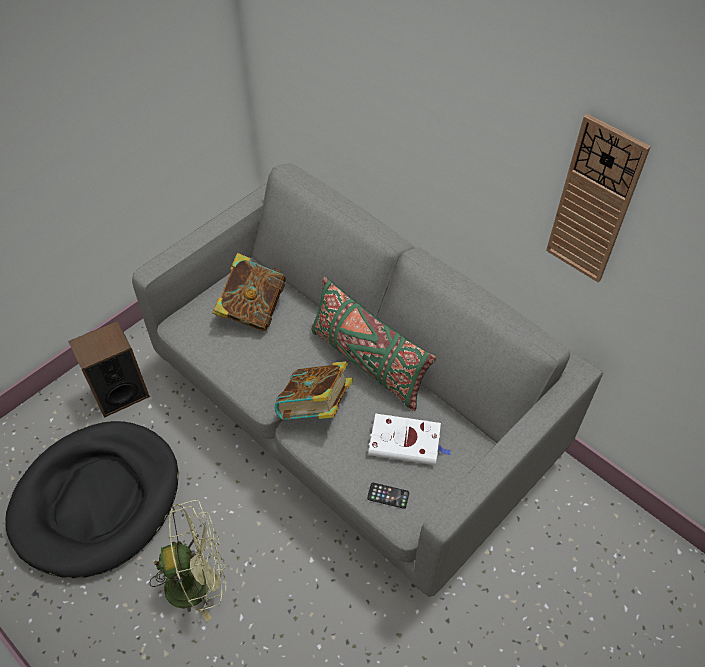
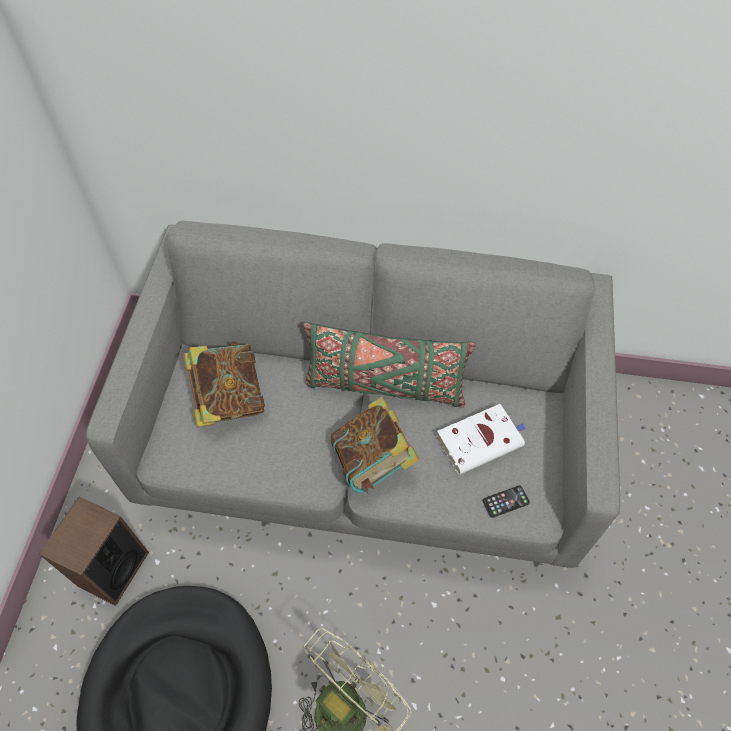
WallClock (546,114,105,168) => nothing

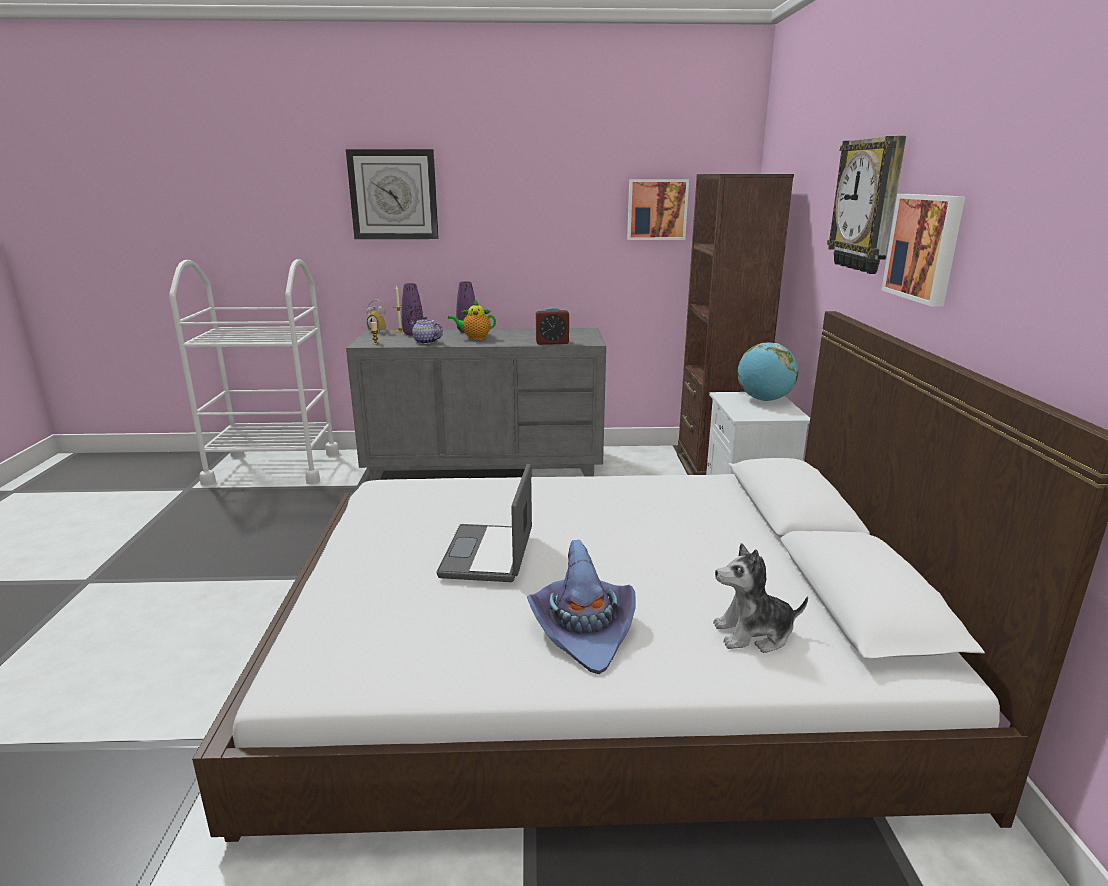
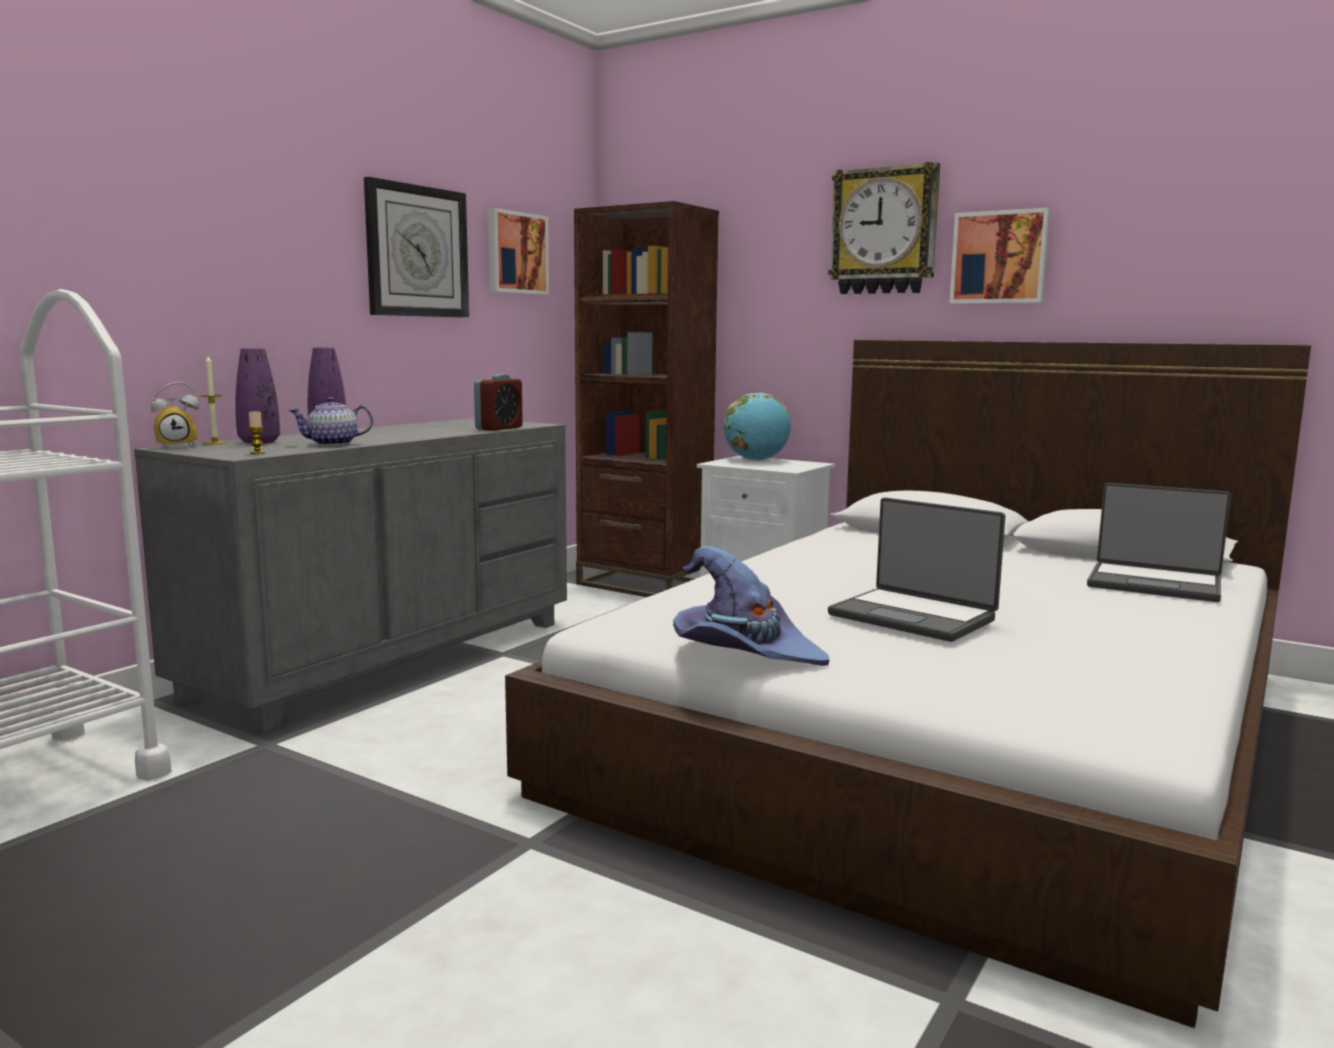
WallClock (346,149,93,90) => WallClock (364,177,105,141), moved
Teapot (448,300,48,40) => nothing
PurpleHat (527,540,109,134) => PurpleHat (673,546,157,120), moved
PlushToy (713,543,95,110) => Laptop (1087,483,144,119)

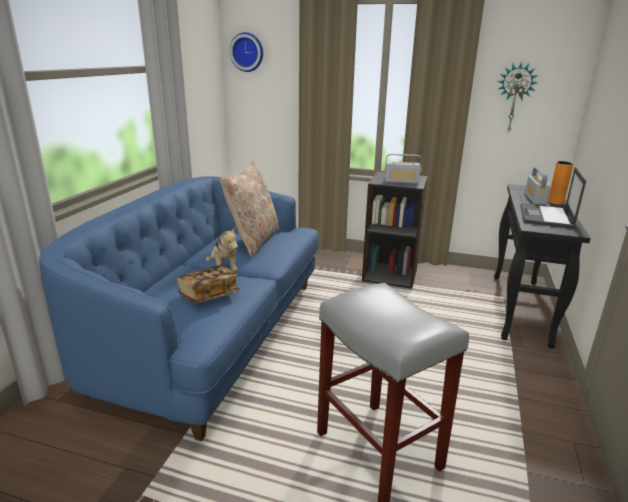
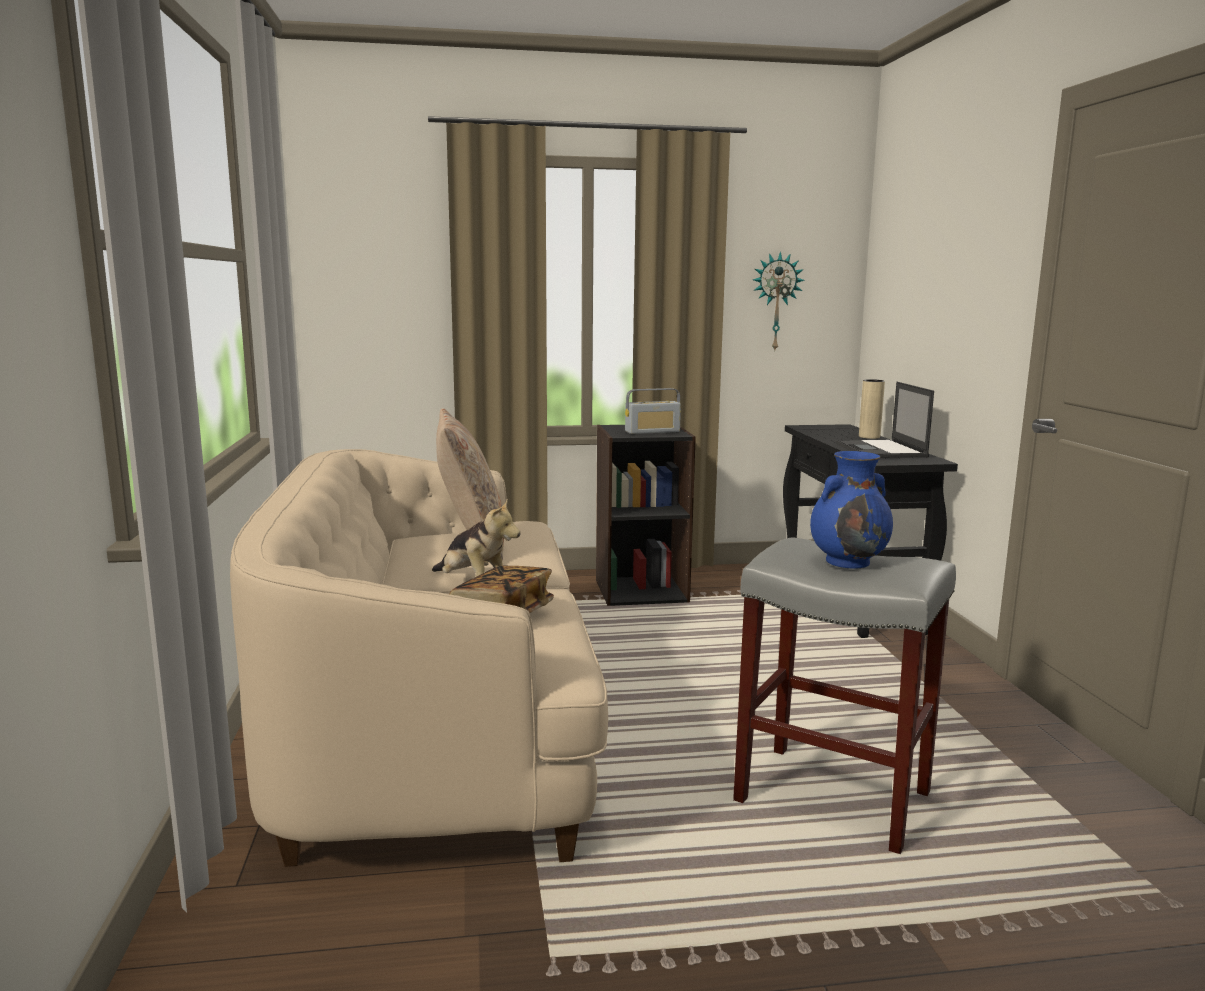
BlueSofa (39,176,280,265) => BeigeSofa (230,449,378,418)
WallClock (230,32,33,40) => nothing
Radio (525,167,25,38) => nothing
OrangeVase (548,161,25,43) => BeigeVase (859,379,26,60)
nothing => BlueVase (810,451,83,118)

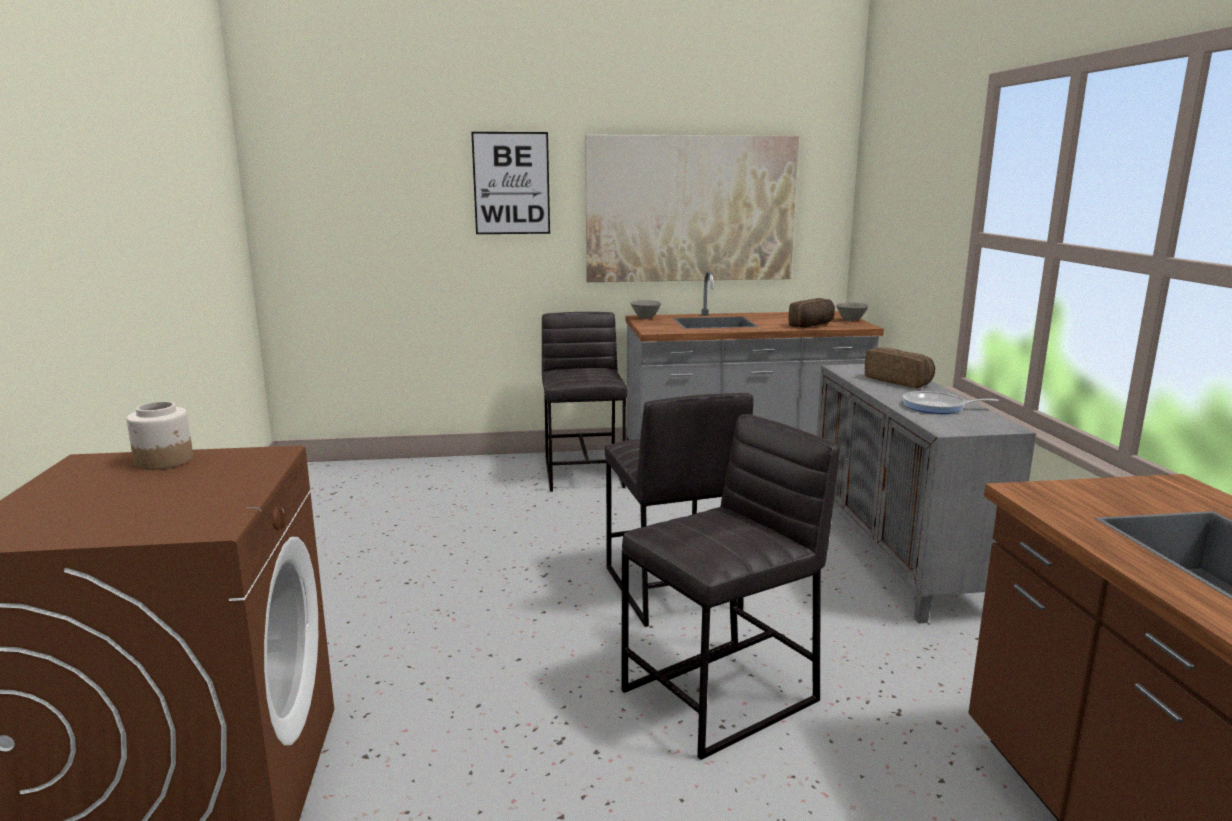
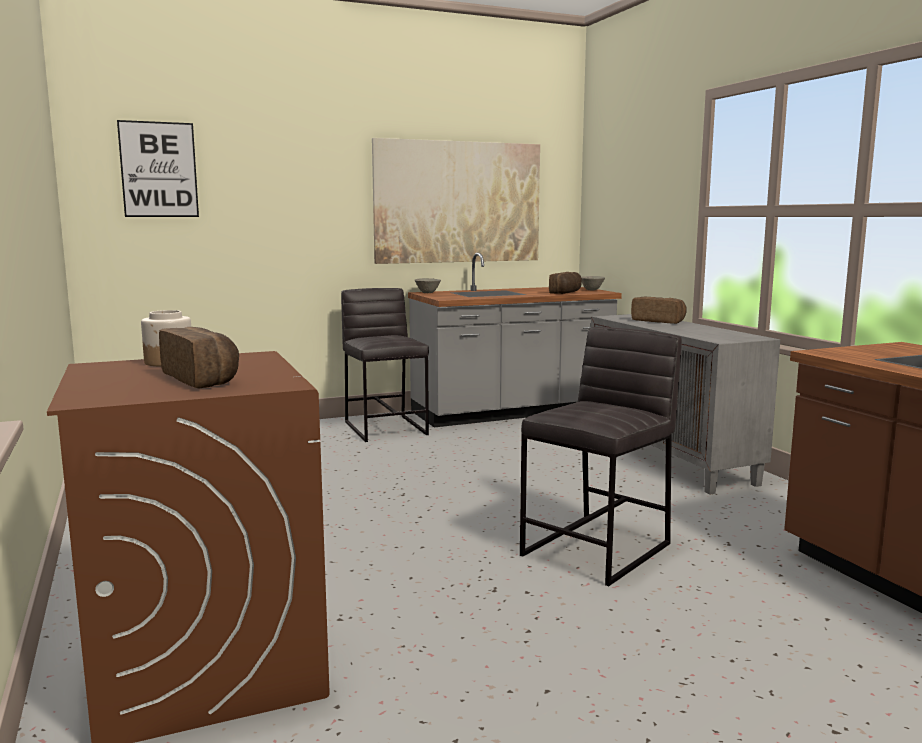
Picture (471,132,79,102) => Picture (117,120,82,97), moved
GreyStool (605,393,148,234) => nothing
FryingPan (903,391,96,23) => nothing
nothing => Bread (159,327,80,61)

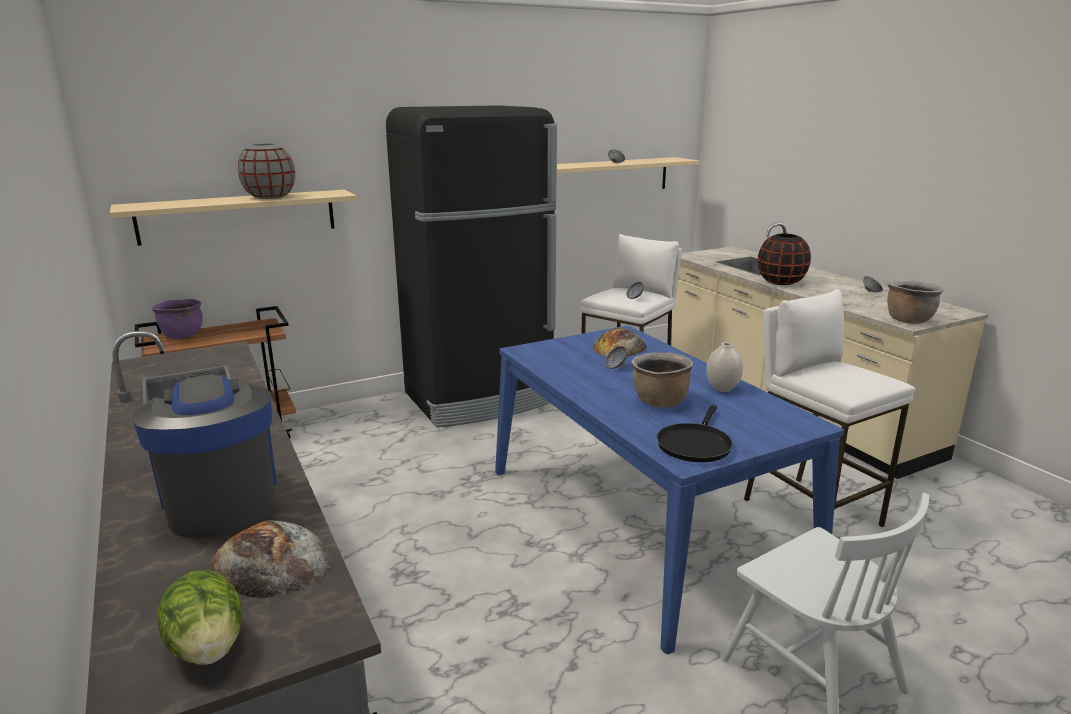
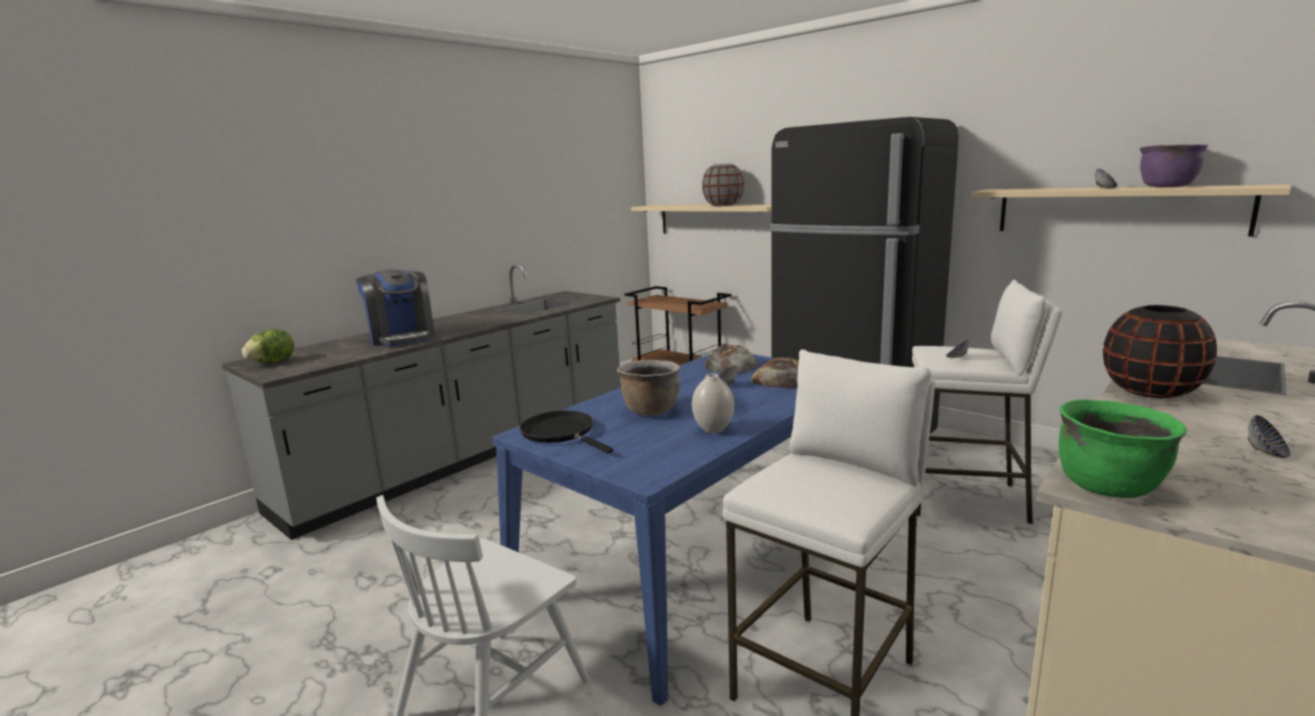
CoffeeMachine (132,372,145,165) => CoffeeMachine (356,269,79,77), 105 degrees clockwise
PurpleCookingPot (151,299,52,40) => PurpleCookingPot (1140,144,68,43), moved
Bread (211,520,121,79) => Bread (705,344,52,30), moved
BlackFryingPan (657,405,76,57) => BlackFryingPan (520,410,93,43), 45 degrees clockwise
BrownCookingPot (887,280,57,44) => GreenCookingPot (1059,399,128,99)

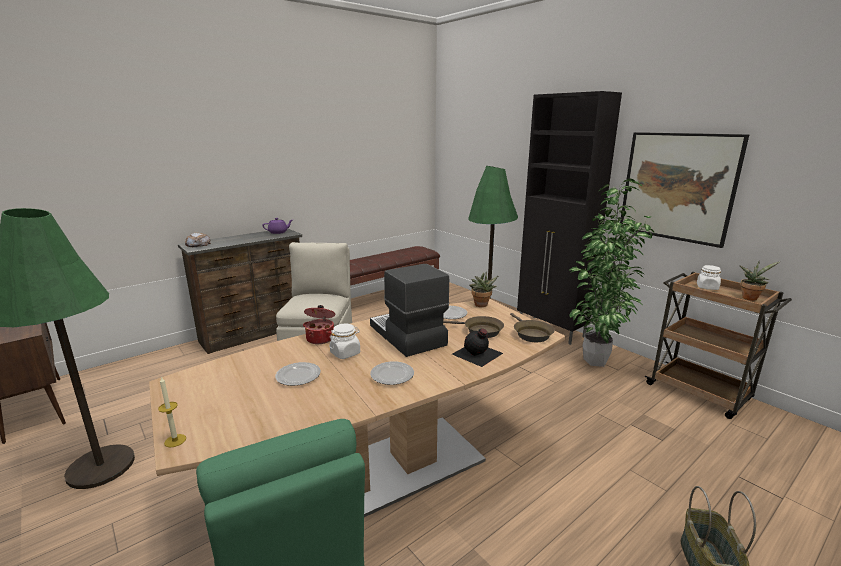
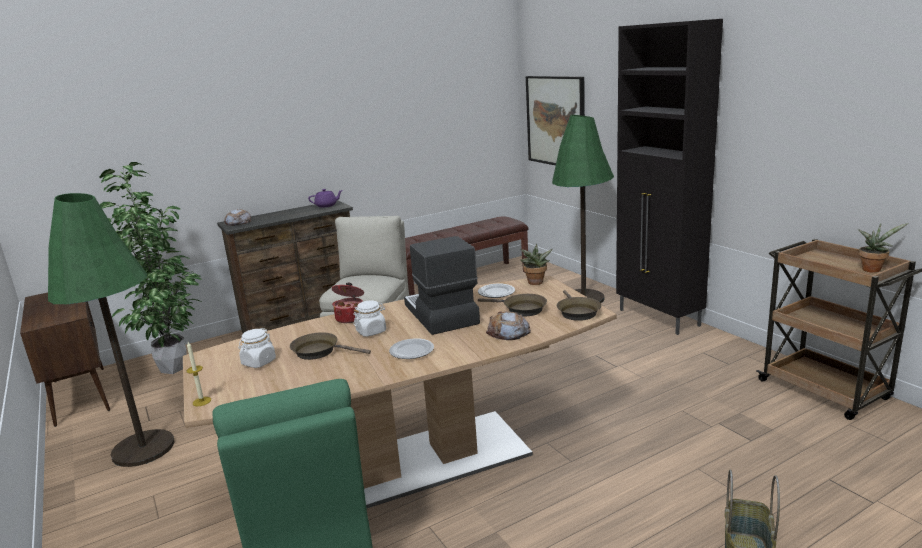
Plate (275,362,46,24) => BrownFryingPan (290,332,81,28)
BlackBottle (452,328,51,39) => Bread (486,311,45,29)
PottedPlant (570,179,85,188) => PottedPlant (99,162,103,212), moved
Picture (620,132,129,116) => Picture (526,76,59,89), moved
WhiteJar (697,265,24,25) => WhiteJar (238,328,38,40), moved

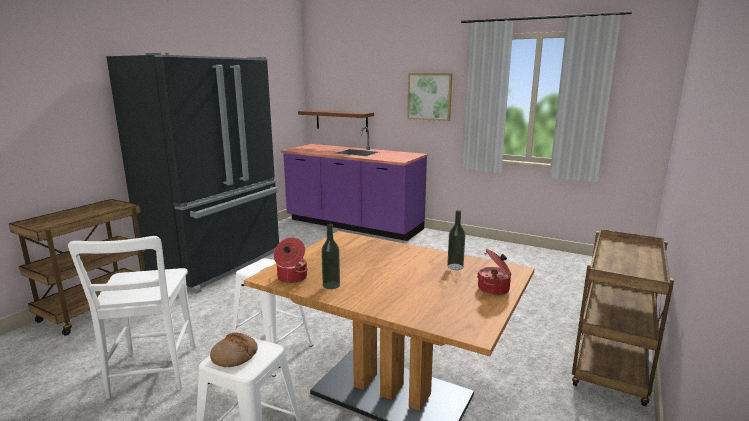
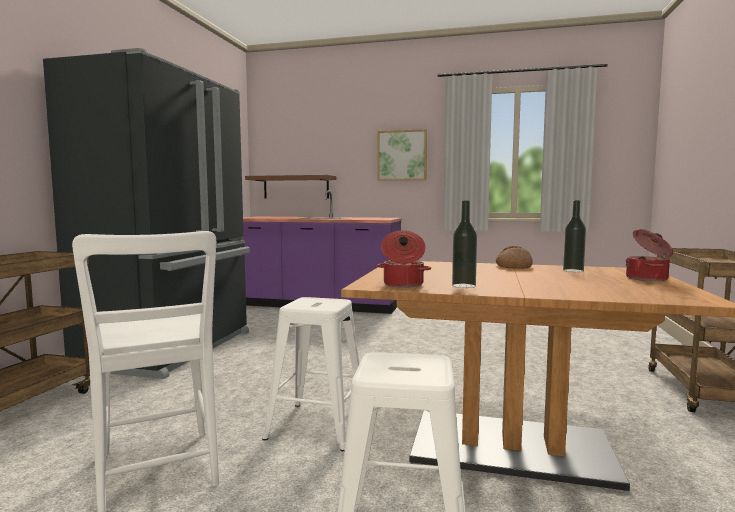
Bread (210,333,48,34) => Bread (496,246,37,23), moved

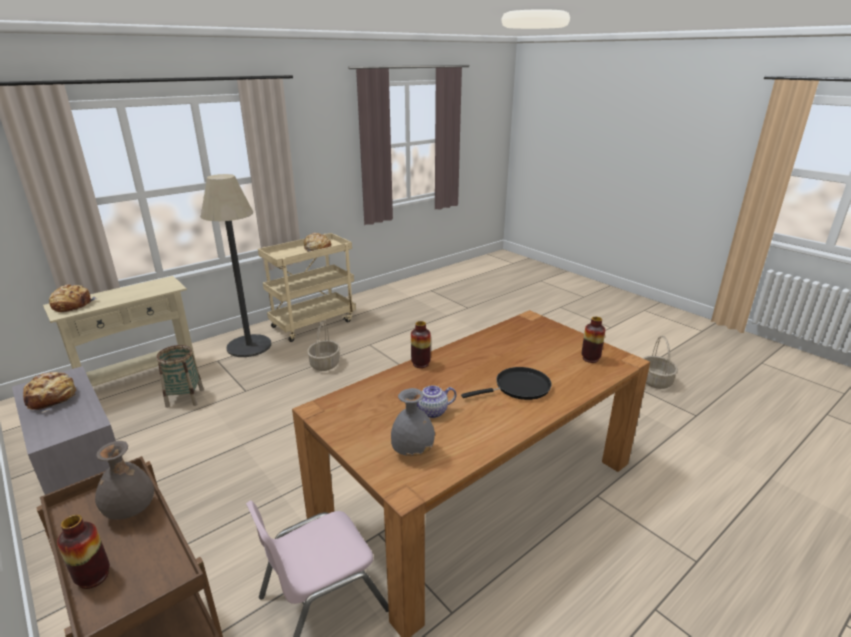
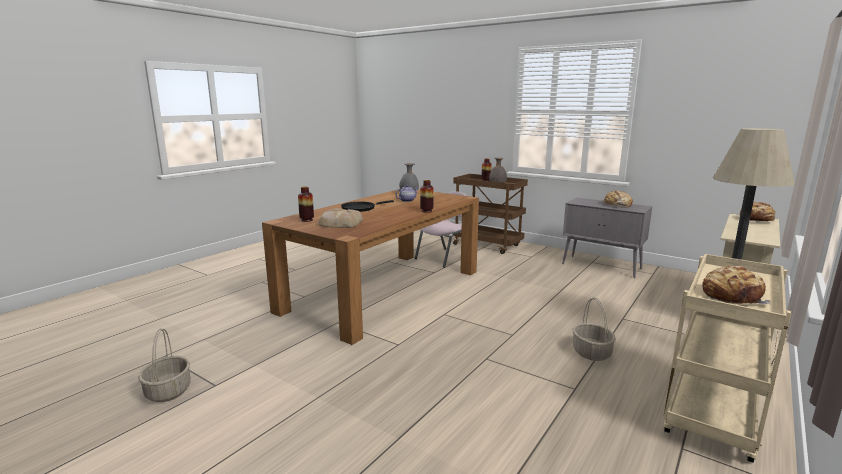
Basket (156,345,48,63) => nothing
nothing => Bread (319,209,44,19)

